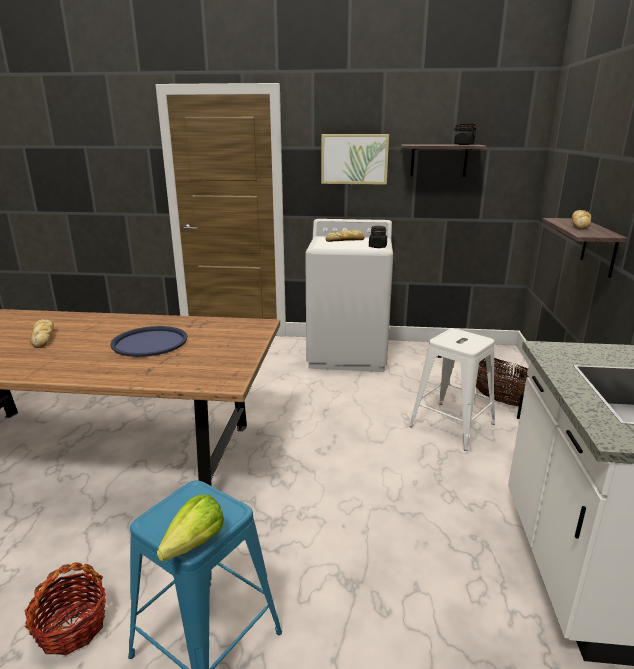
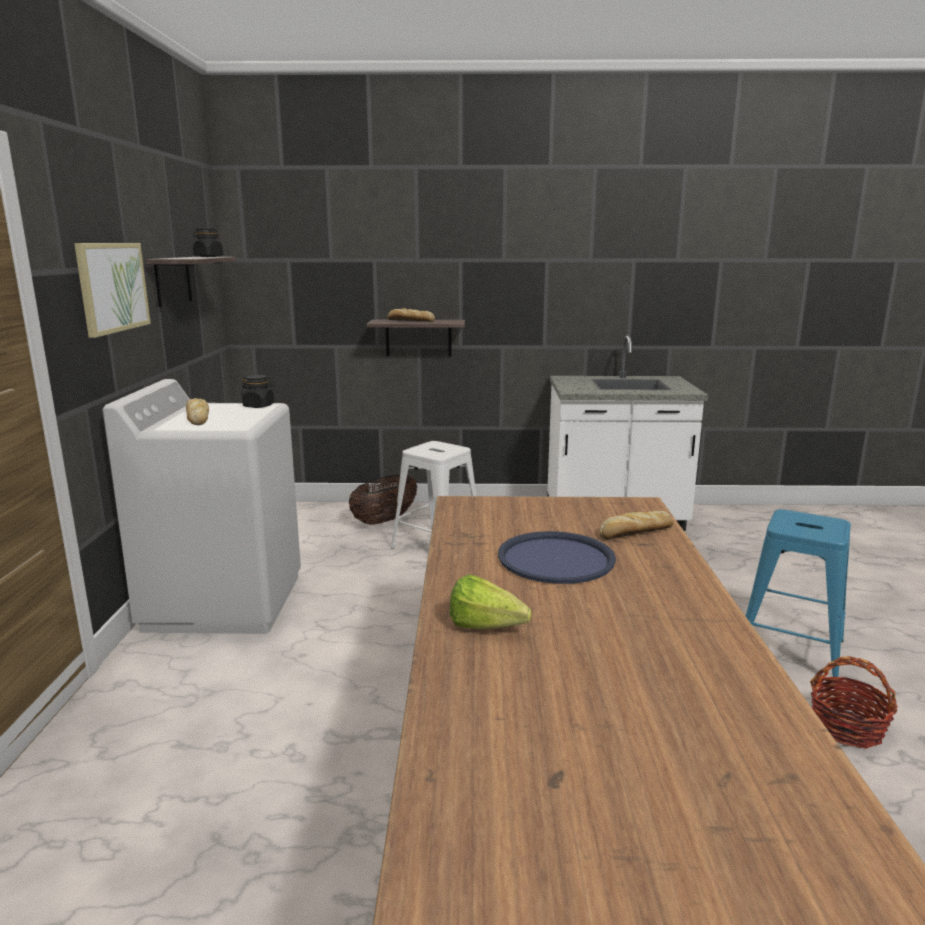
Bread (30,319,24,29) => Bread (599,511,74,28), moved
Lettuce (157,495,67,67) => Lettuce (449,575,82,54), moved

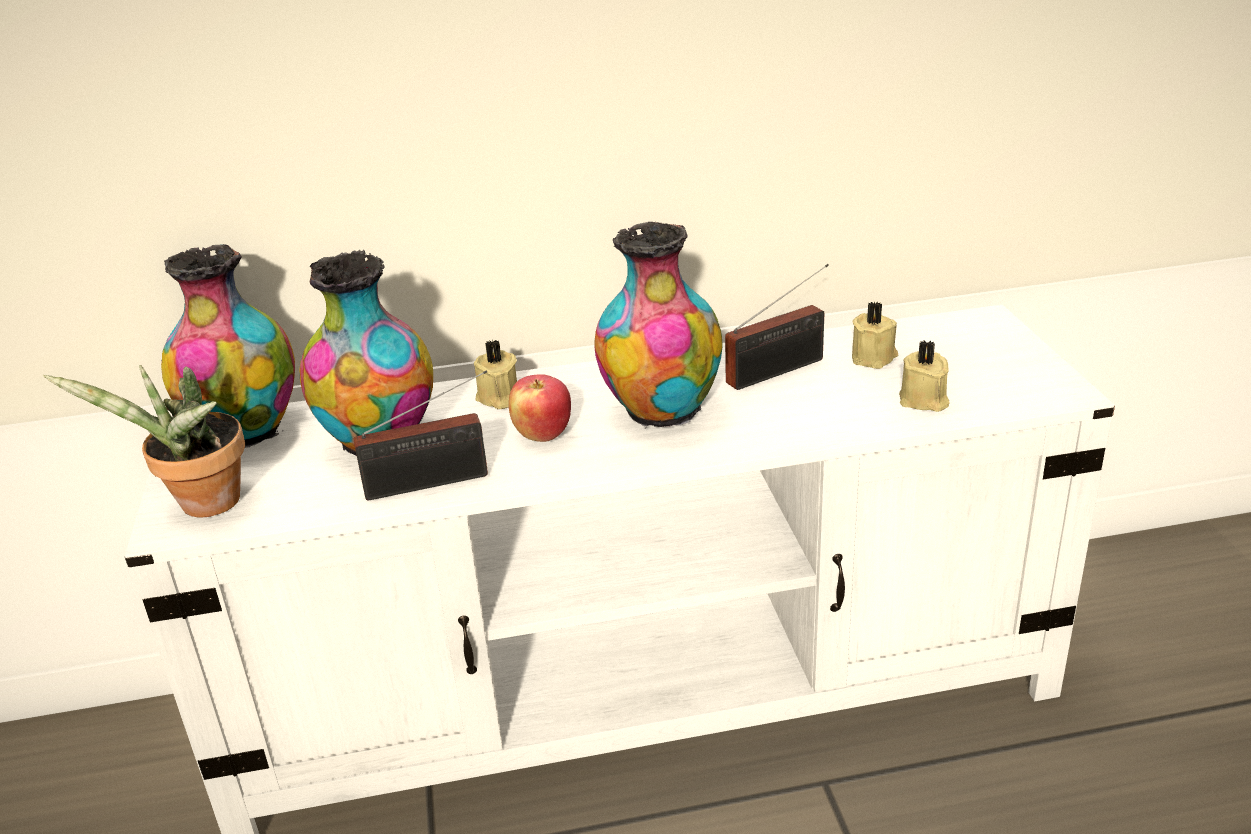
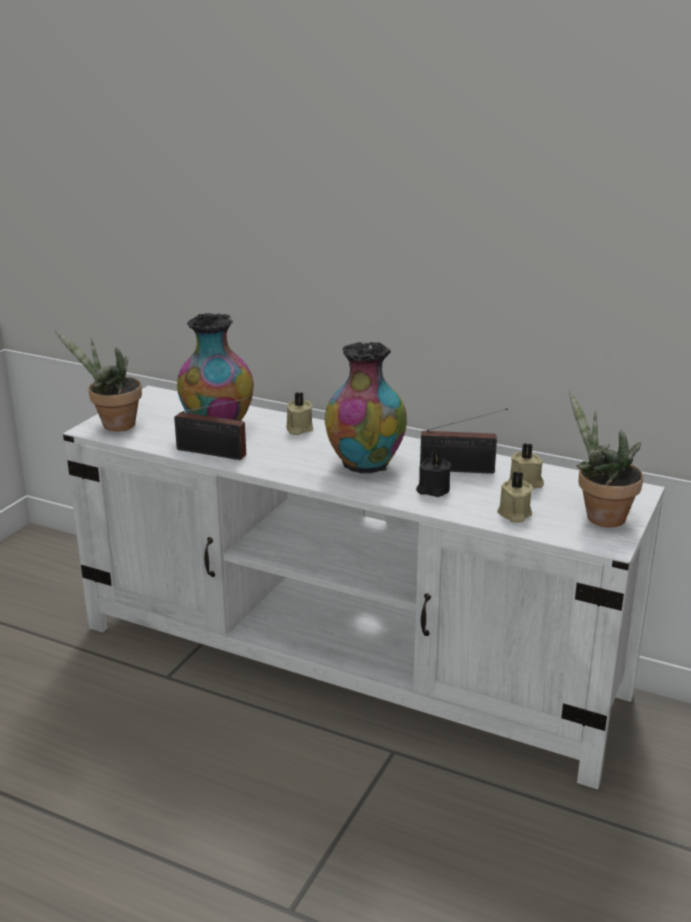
Vase (161,244,134,204) => nothing
Apple (509,374,62,68) => nothing
nothing => BlackCandle (416,449,35,48)
nothing => PottedPlant (569,391,74,137)

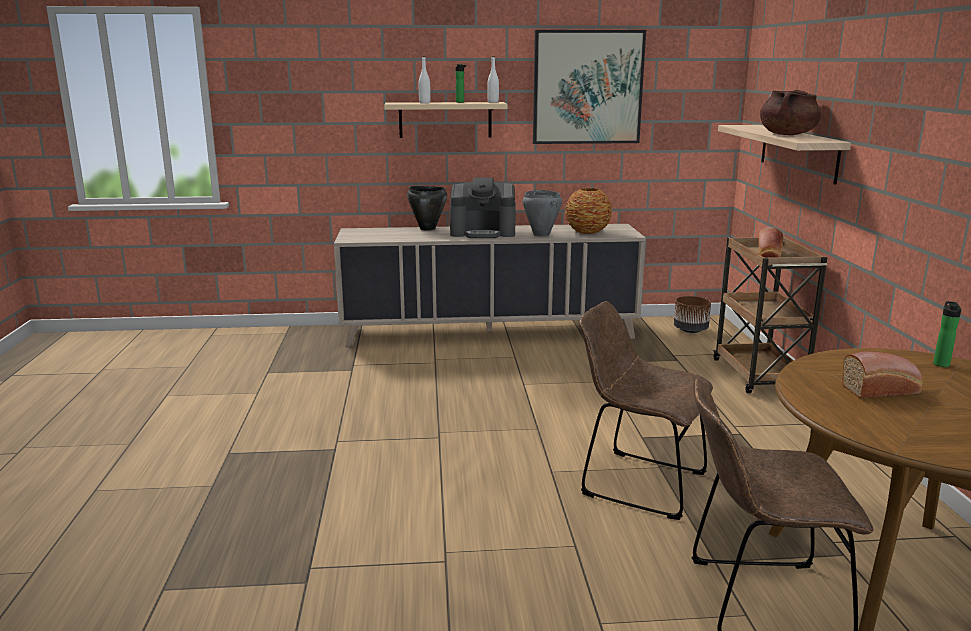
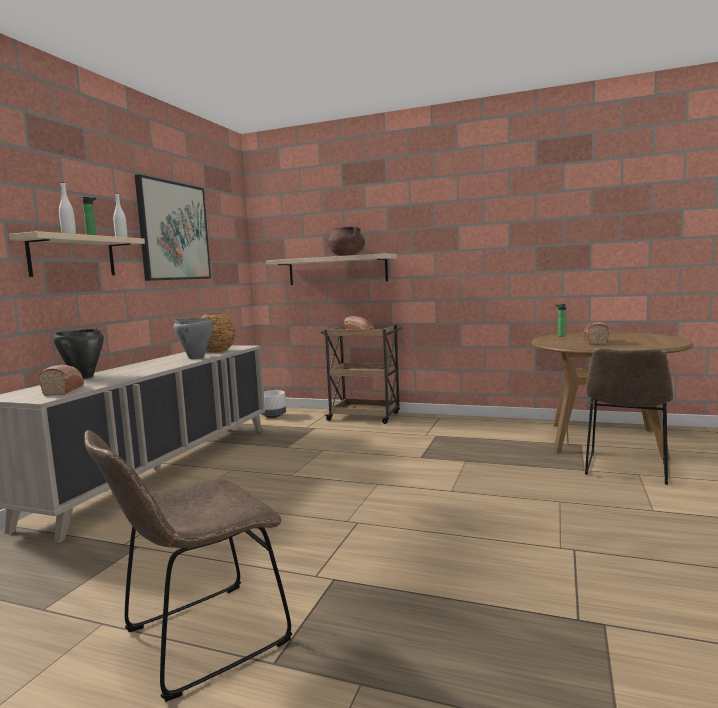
CoffeeMachine (450,177,66,61) => nothing
BrownChair (579,301,134,219) => BrownChair (84,430,208,272), moved
BrownPlanter (674,296,37,37) => WhitePlanter (260,390,26,28)
nothing => Bread (38,365,46,31)

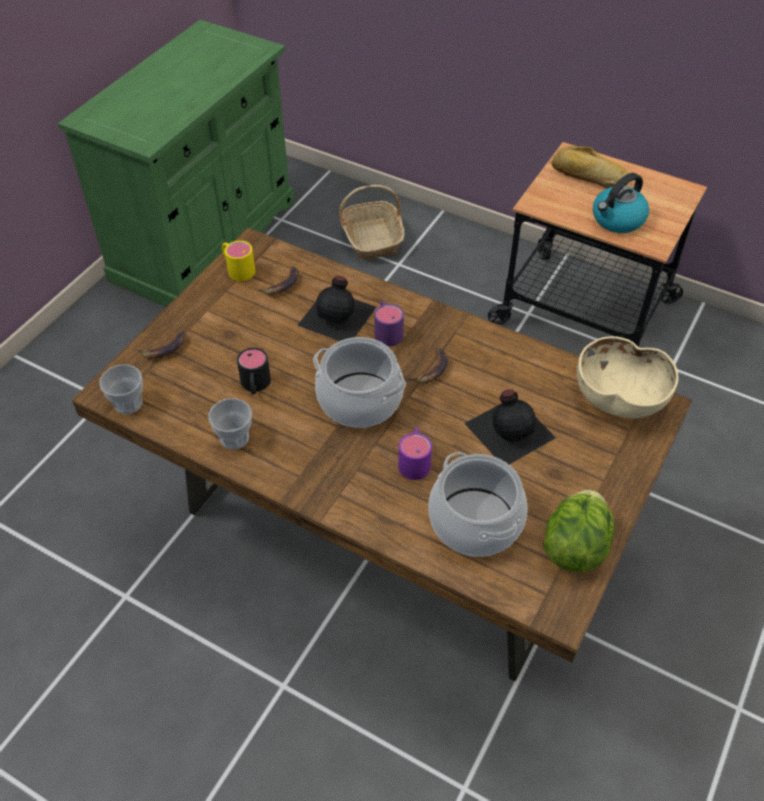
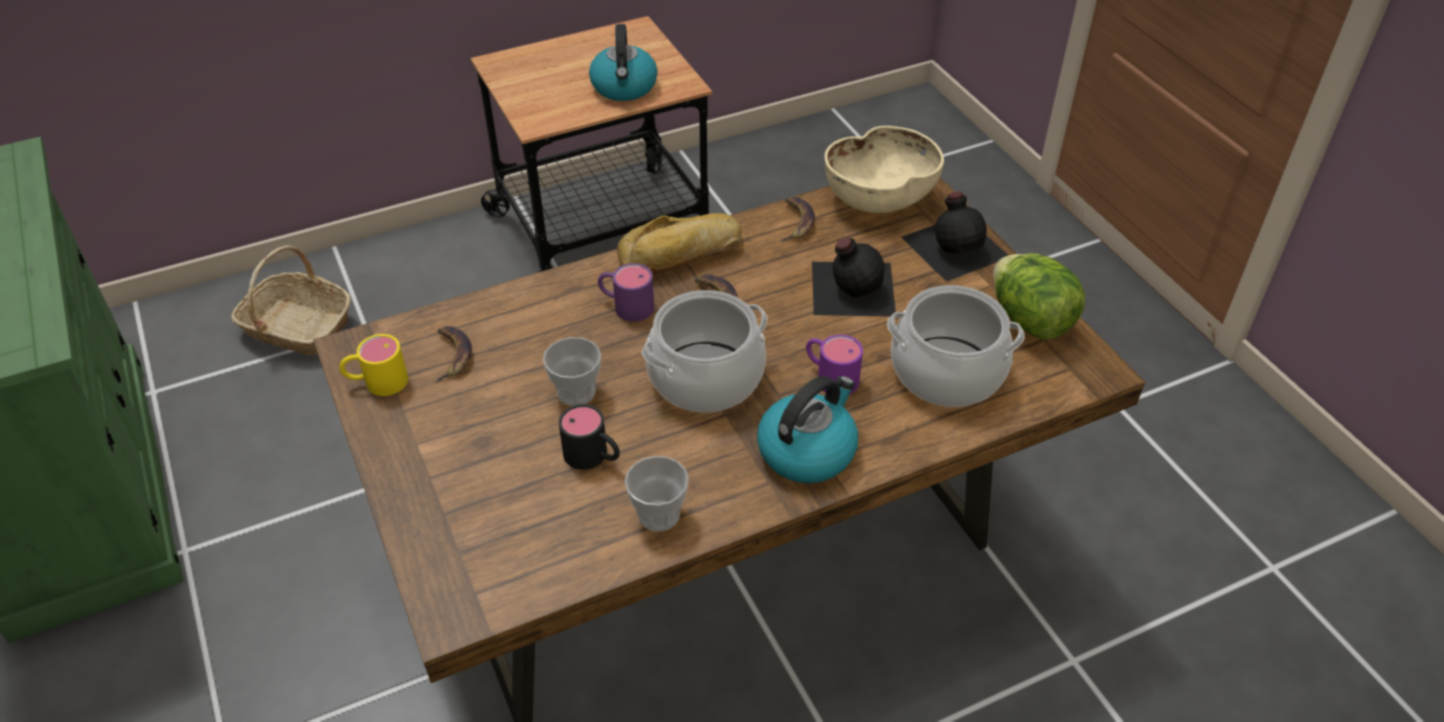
Cup (99,364,44,50) => Cup (543,337,58,69), moved
Banana (137,330,49,29) => Banana (780,197,35,45), moved
BlackBottle (297,276,79,65) => BlackBottle (902,192,106,90), moved
Bread (552,146,76,42) => Bread (617,213,125,61), moved
nothing => Kettle (757,376,101,107)

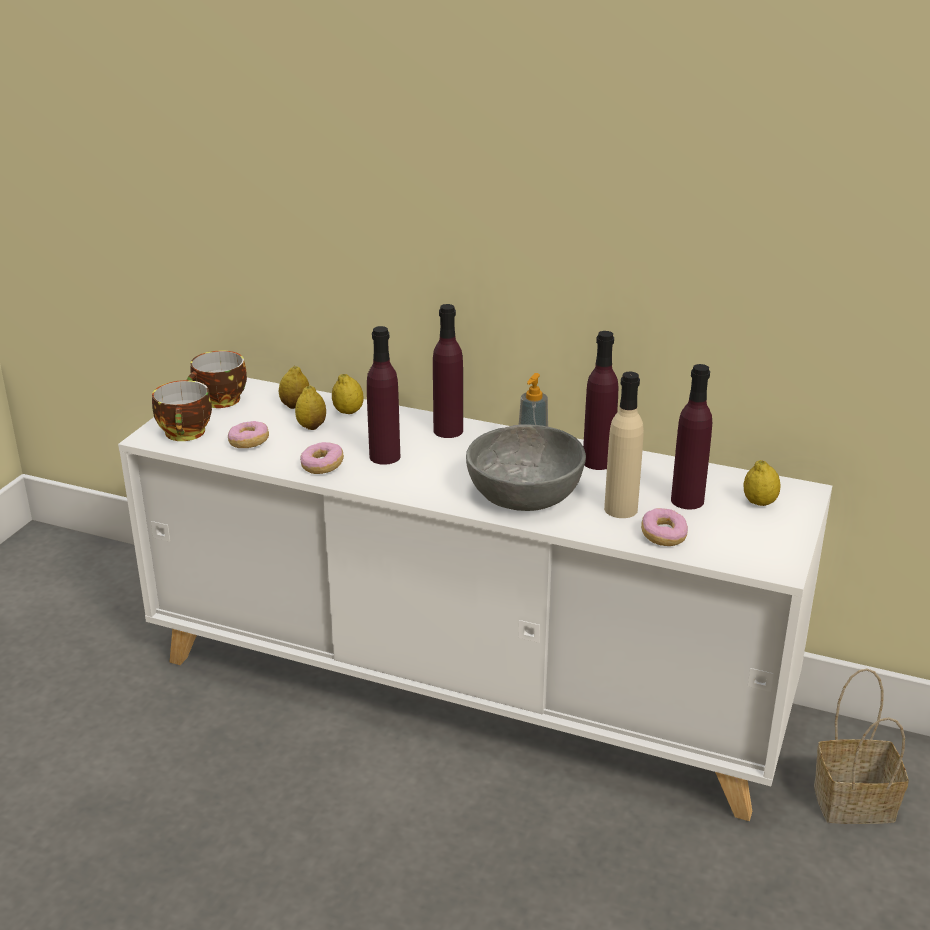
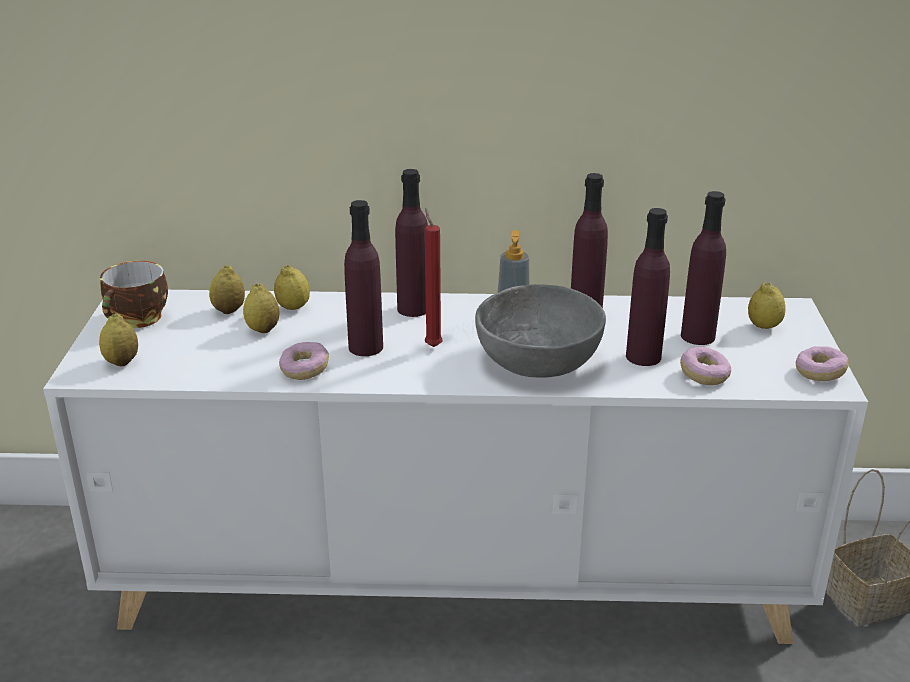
Cup (152,380,60,61) => Lemon (99,314,39,52)
Donut (228,421,41,27) => Donut (796,346,53,35), moved
BeigeBottle (604,372,40,146) => PurpleBottle (626,208,44,158)
nothing => RedCandle (425,208,18,139)

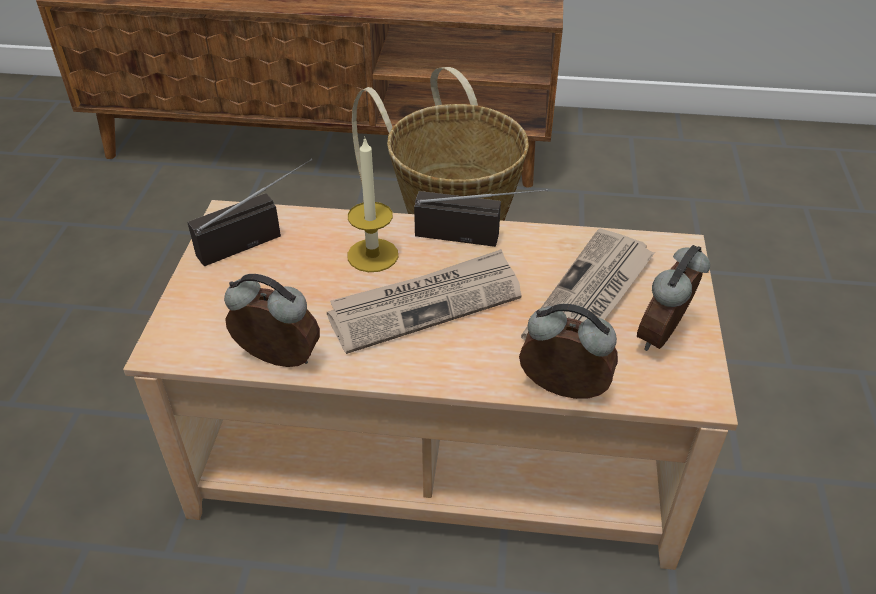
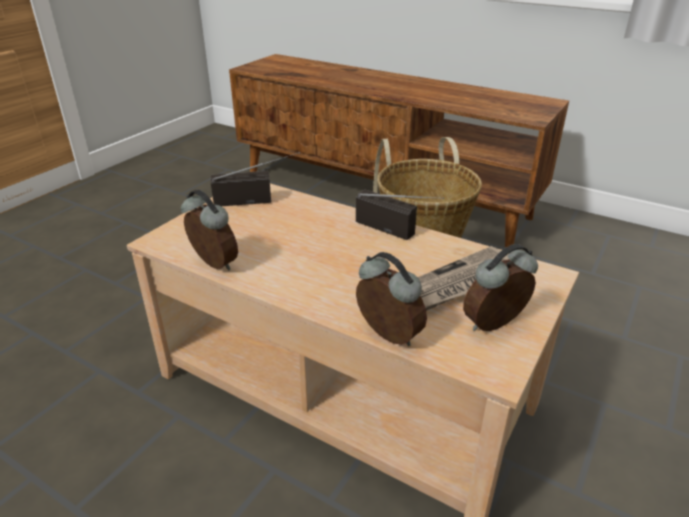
Newspaper (327,249,195,105) => nothing
Candle (348,136,50,136) => nothing

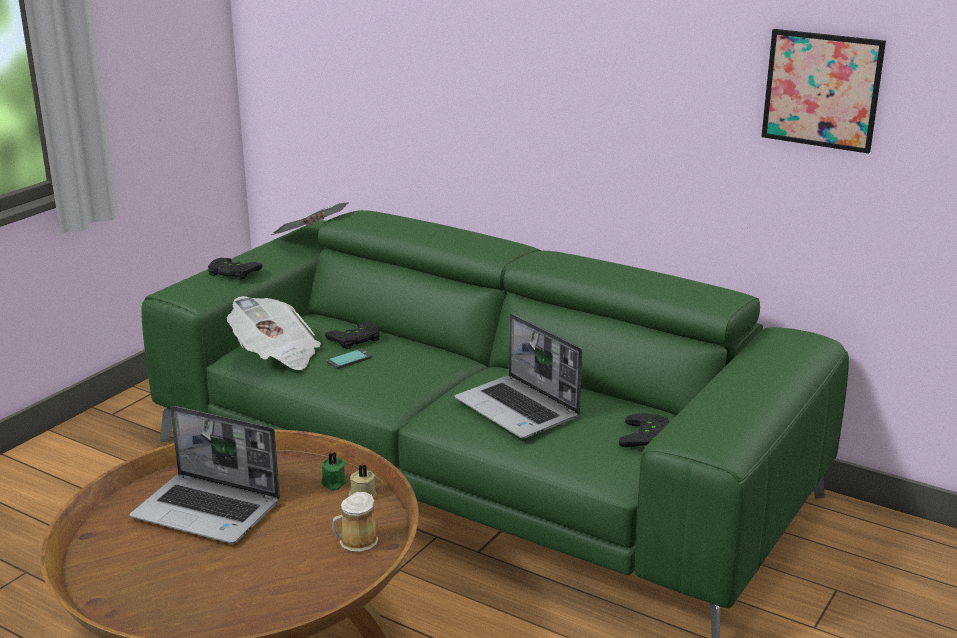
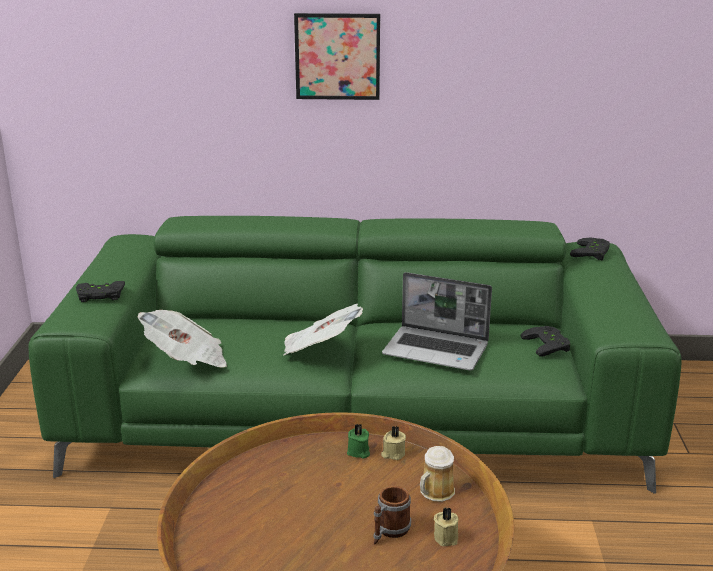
Laptop (129,406,151,138) => nothing
Newspaper (271,203,77,32) => Newspaper (283,304,80,52), moved
BlackGameController (325,322,54,27) => BlackGameController (570,238,40,22), moved
Phone (327,349,46,20) => nothing
Picture (762,29,124,125) => Picture (294,13,86,87), moved
nothing => Mug (373,486,38,58)
nothing => BeigeCandle (434,507,25,39)

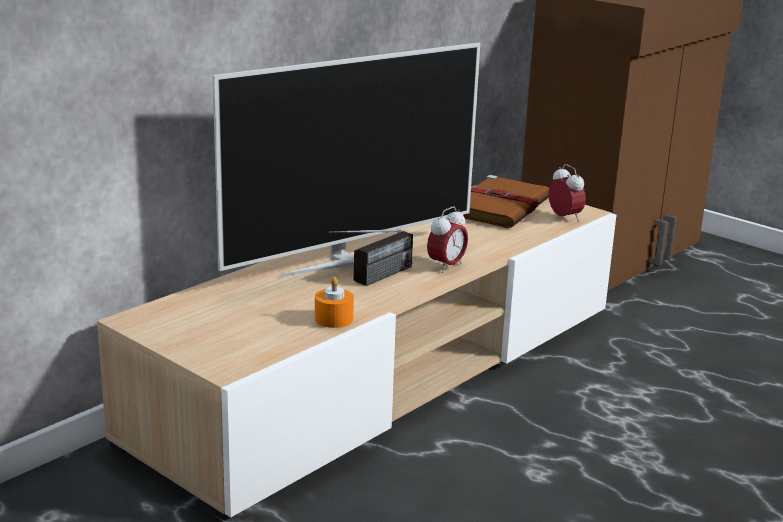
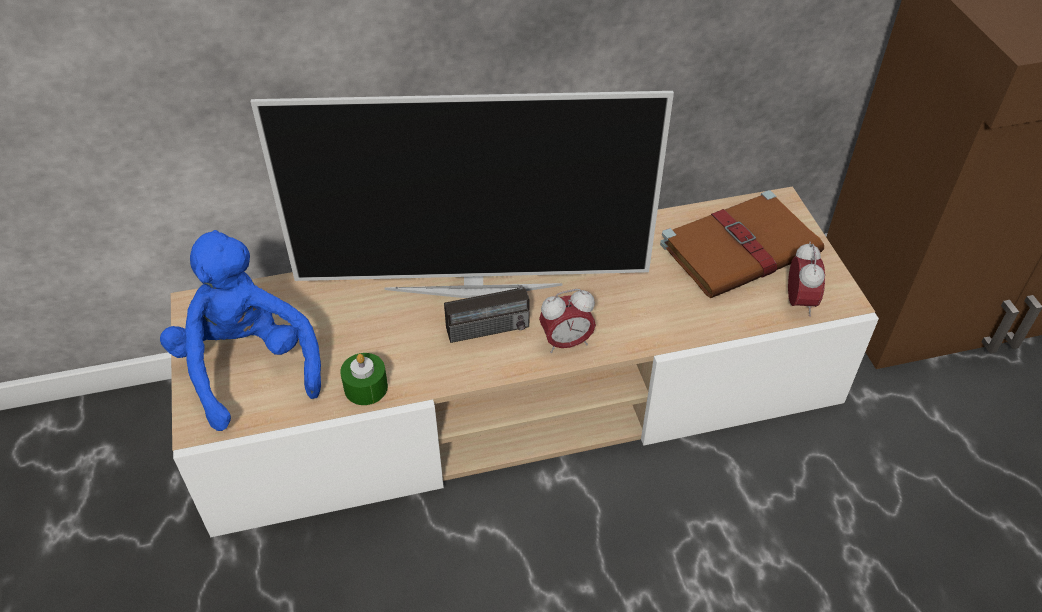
OrangeCandle (315,277,39,51) => GreenCandle (340,353,48,52)
nothing => BluePlushToy (160,230,161,201)

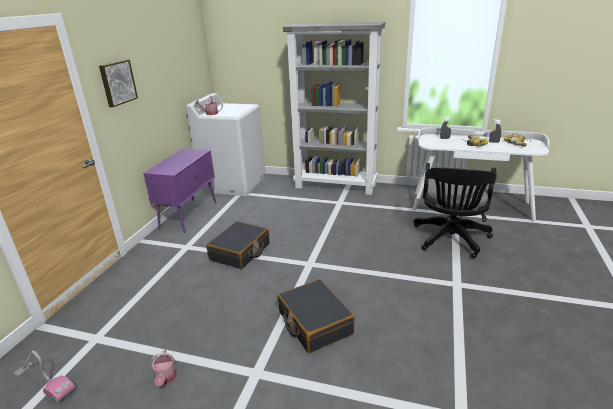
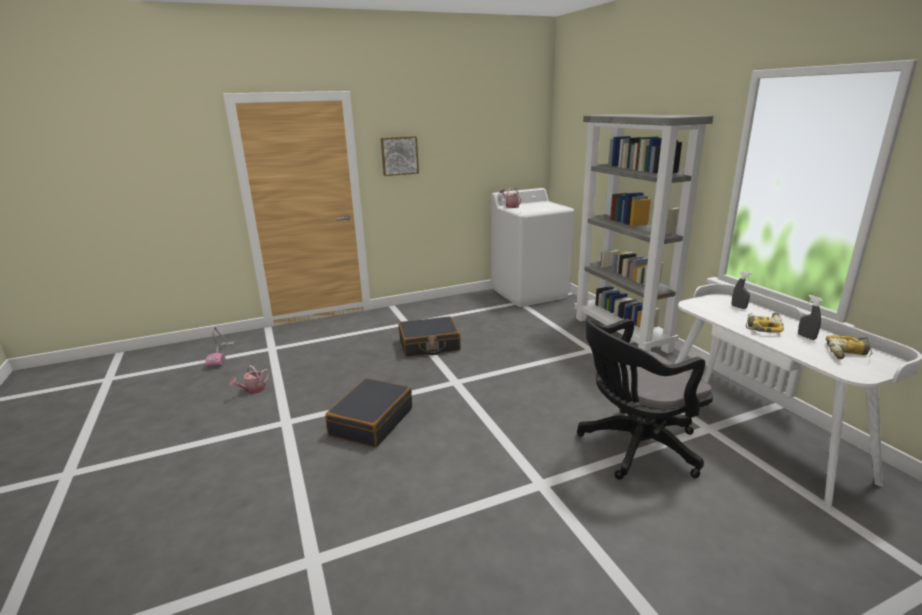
PurpleCabinet (143,148,73,85) => nothing

